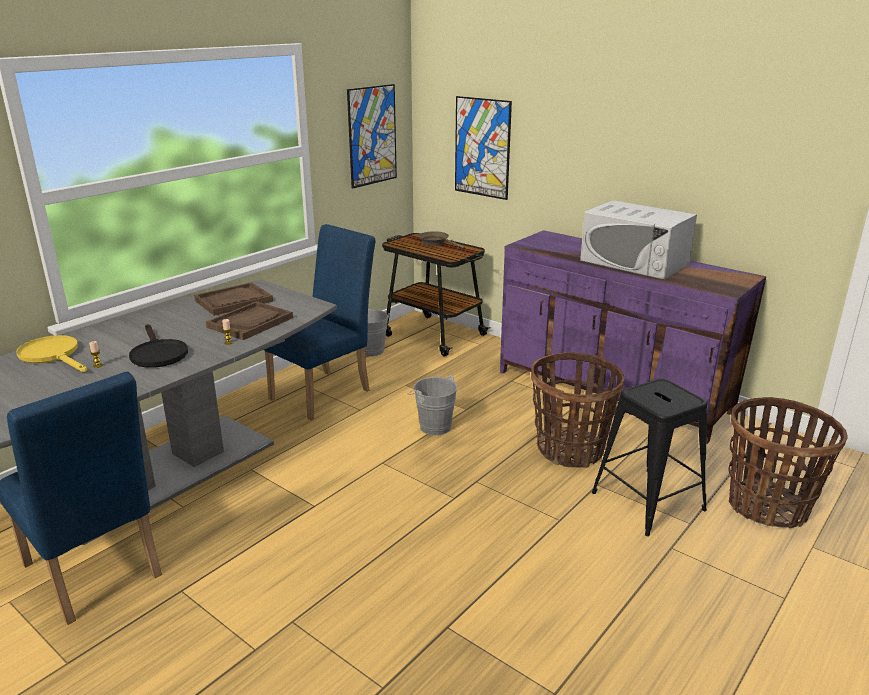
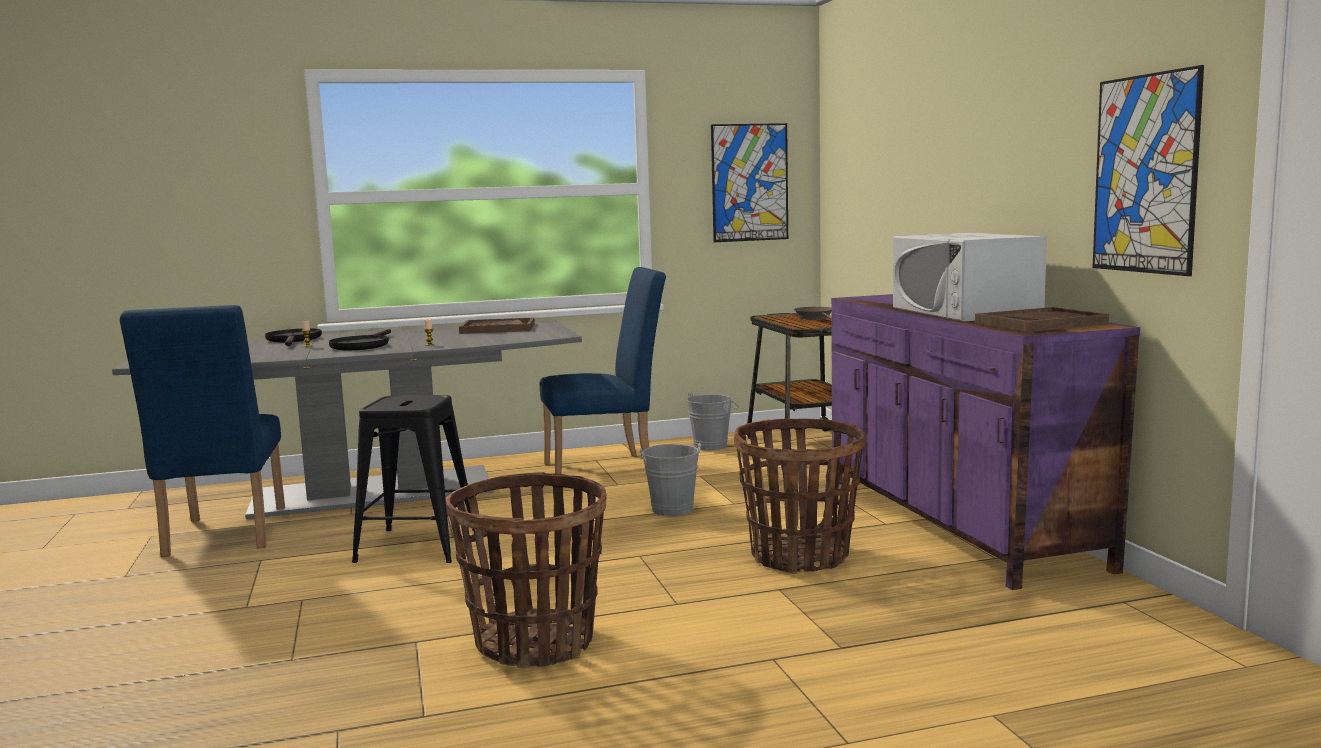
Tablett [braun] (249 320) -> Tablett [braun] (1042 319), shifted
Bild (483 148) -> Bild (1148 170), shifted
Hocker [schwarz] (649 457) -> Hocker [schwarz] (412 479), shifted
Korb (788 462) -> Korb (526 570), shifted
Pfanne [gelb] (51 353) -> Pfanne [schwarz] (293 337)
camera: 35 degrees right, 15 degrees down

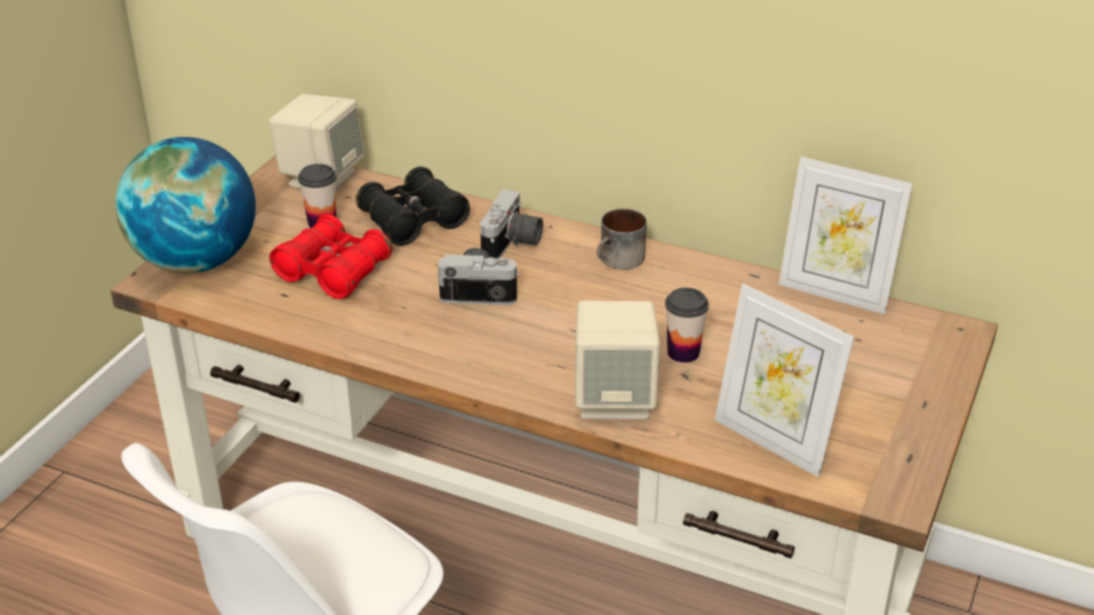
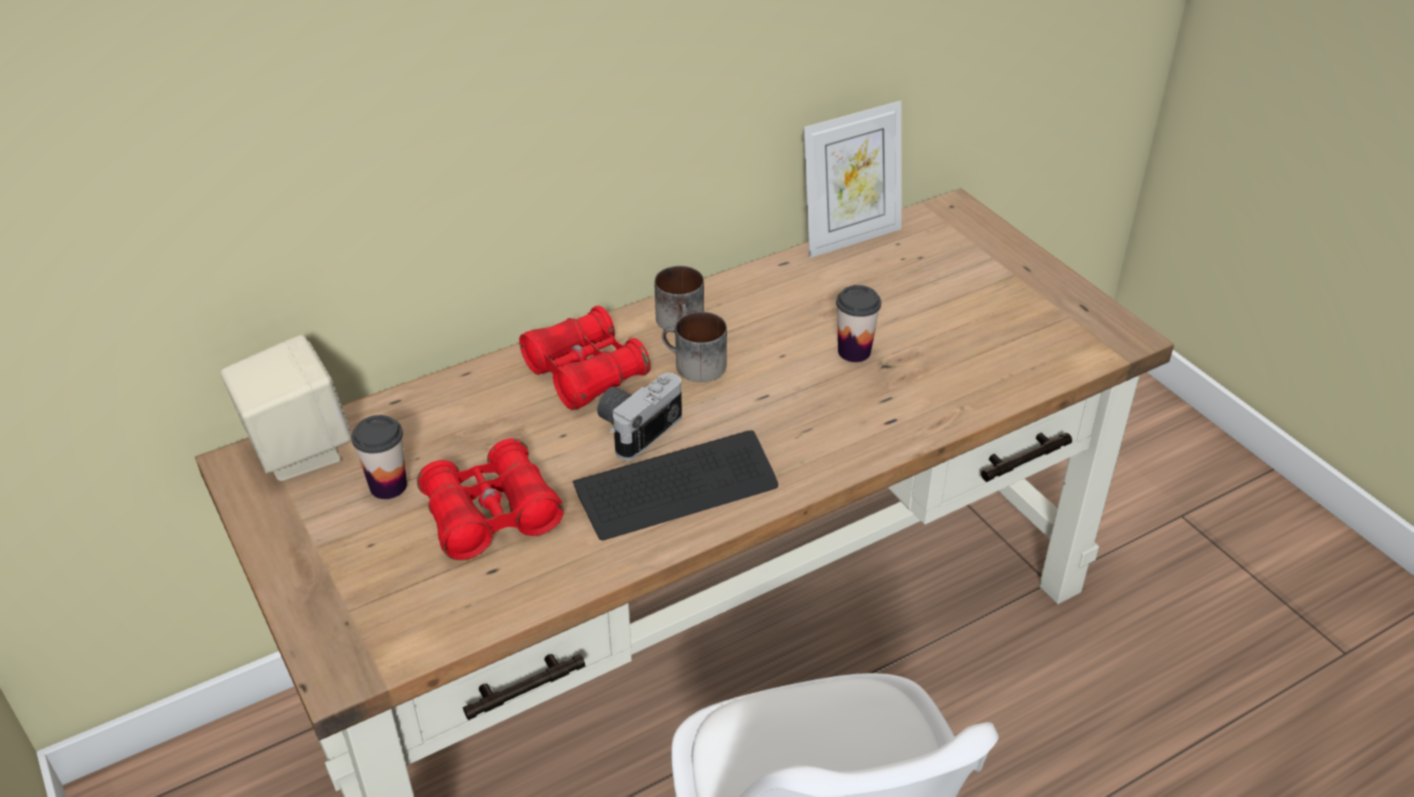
Globus (185 205) -> none
Fernglas [schwarz] (413 206) -> none
Lautsprecher [beige] (617 360) -> none
Bilderrahmen (784 380) -> none
none -> Tastatur (675 485)
none -> Henkelbecher (694 346)
Kamera (511 224) -> Fernglas [rot] (585 358)
camera: 55 degrees left, 5 degrees up

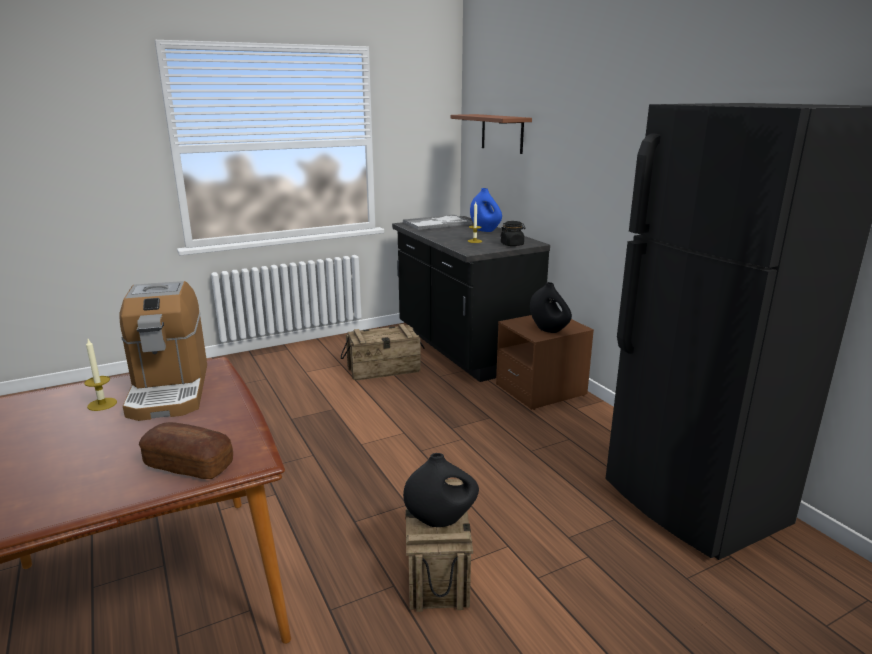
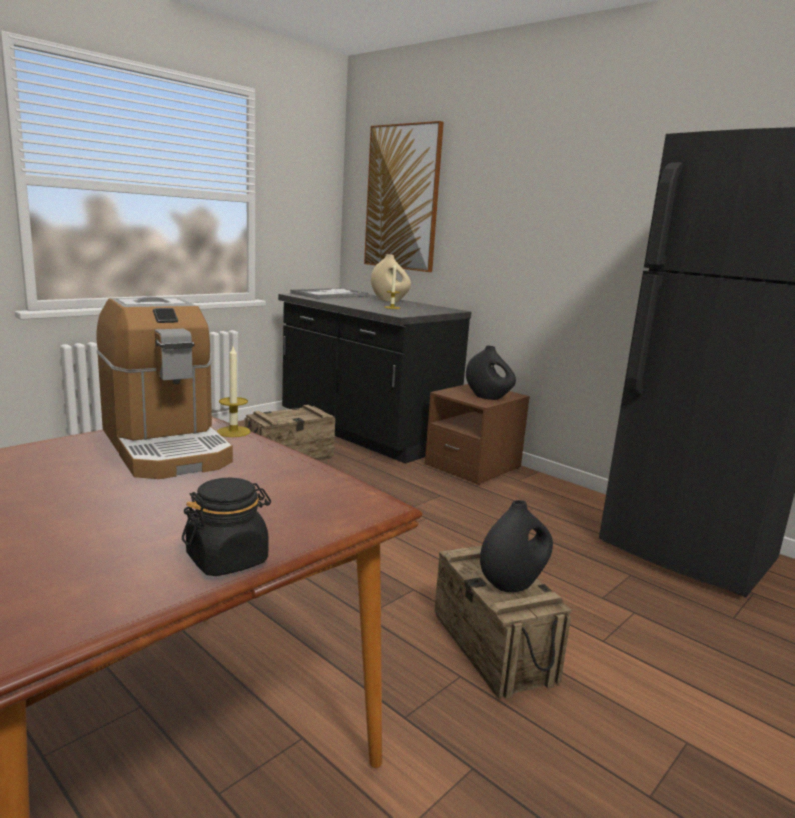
Brot (186 450) -> none
Kerze (100 375) -> Kerze (234 391), shifted
Vorratsglas [schwarz] (513 233) -> Vorratsglas [schwarz] (226 527), shifted
Wandregal [braun] (491 134) -> Bild (404 196)
Vase [blau] (486 210) -> Vase [beige] (391 278)
camera: 20 degrees left, 5 degrees down

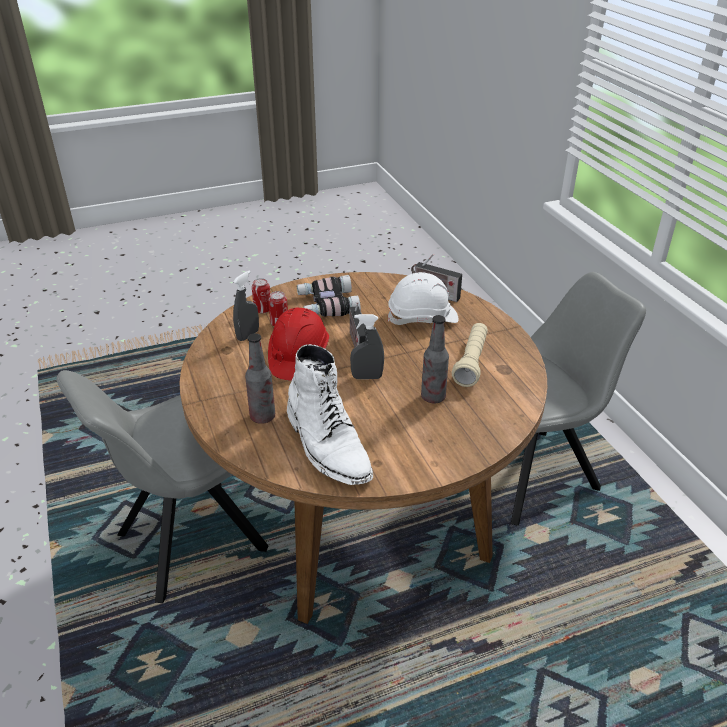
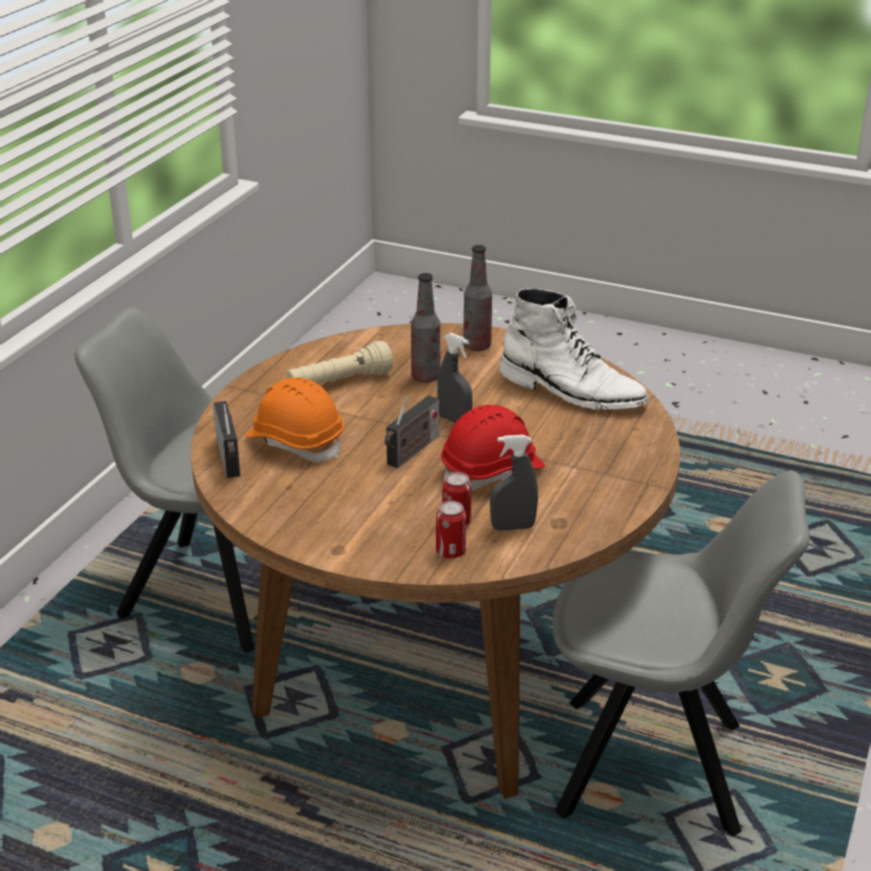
Fernglas (329 295) -> none
Flasche (260 378) -> Flasche (477 298), shifted
Schutzhelm [weiß] (423 298) -> Schutzhelm [orange] (294 420)
Stiefel [weiß] (330 414) -> Stiefel [weiß] (574 349), 105 degrees clockwise
camera: 135 degrees left, 5 degrees down

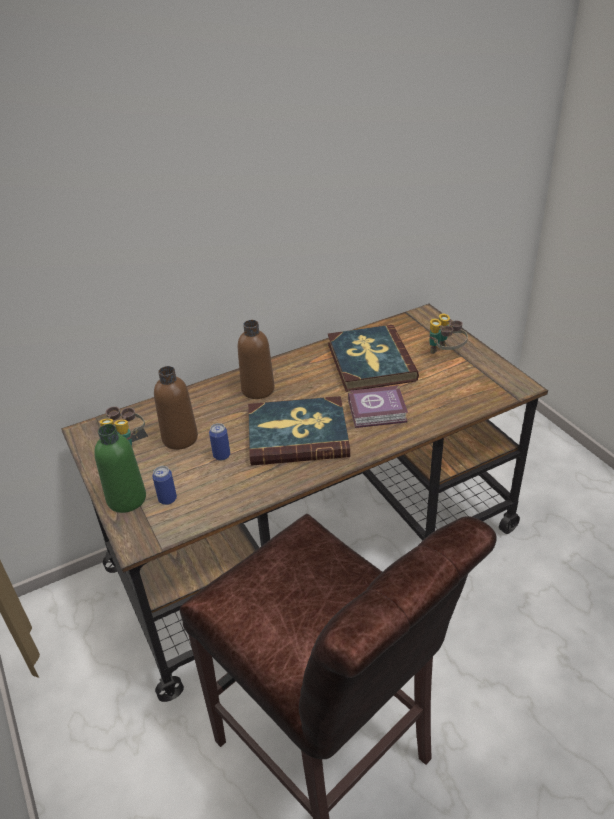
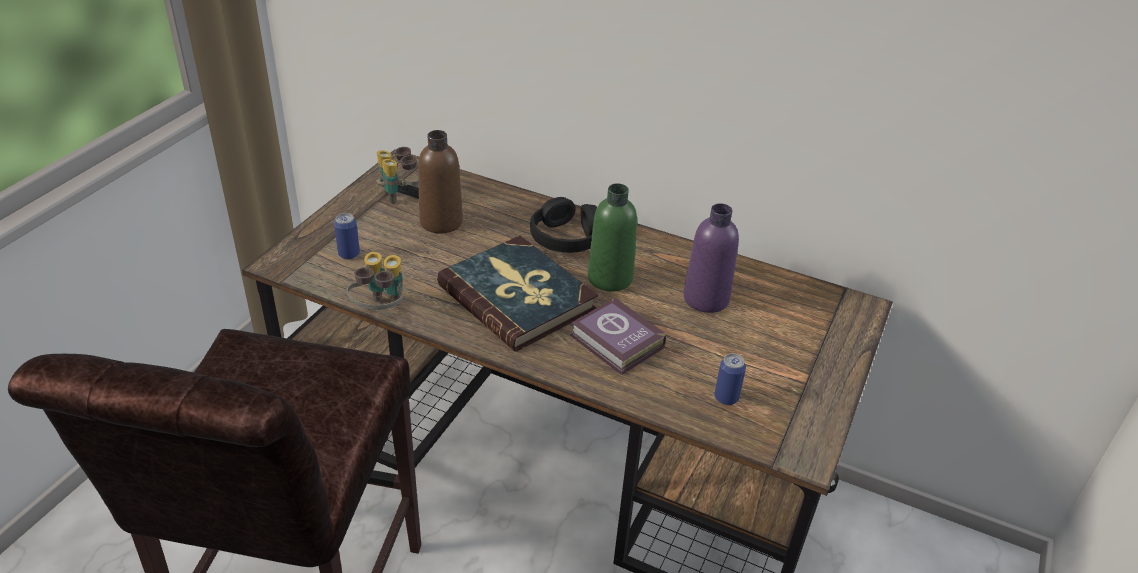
Flasche [grün] (120 468) -> Flasche [grün] (612 237), shifted
Dose (219 442) -> Dose (730 379), shifted
Fernglas (448 334) -> Fernglas (375 281), shifted
Flasche [braun] (256 359) -> Kopfhörer [schwarz] (563 225)
Buch (373 358) -> Flasche [lila] (711 258)
camera: 50 degrees right, 0 degrees up

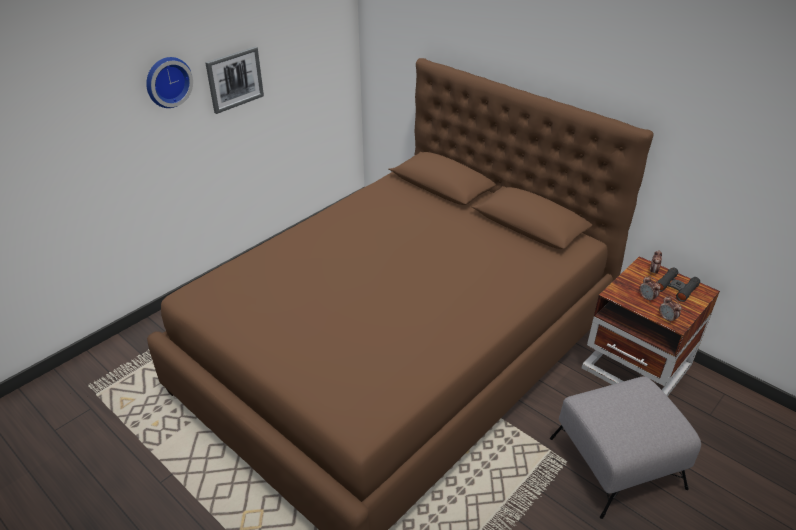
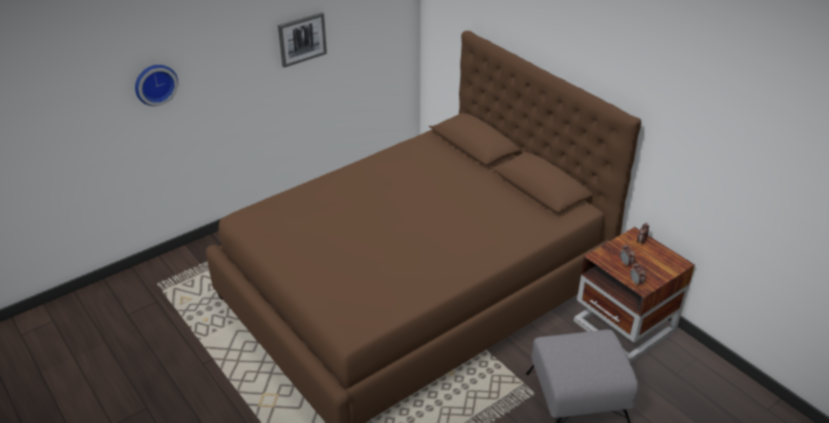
Fernglas [schwarz] (678 285) -> none
Wanduhr (169 82) -> Wanduhr (156 85), shifted
camera: 10 degrees right, 0 degrees up

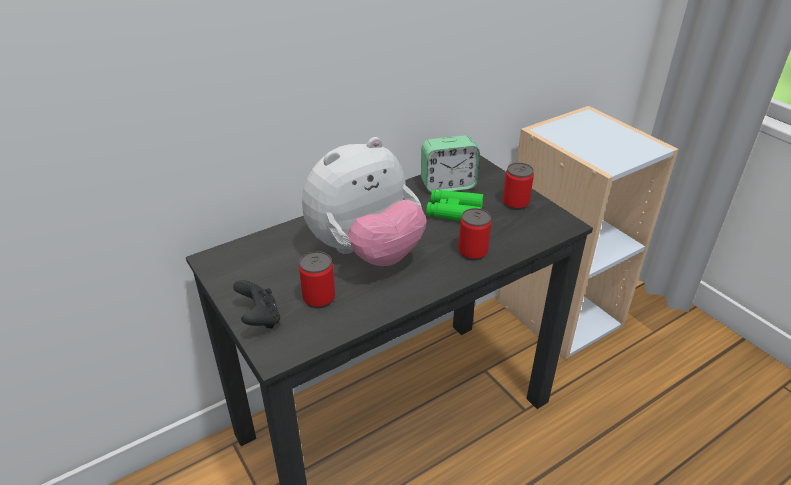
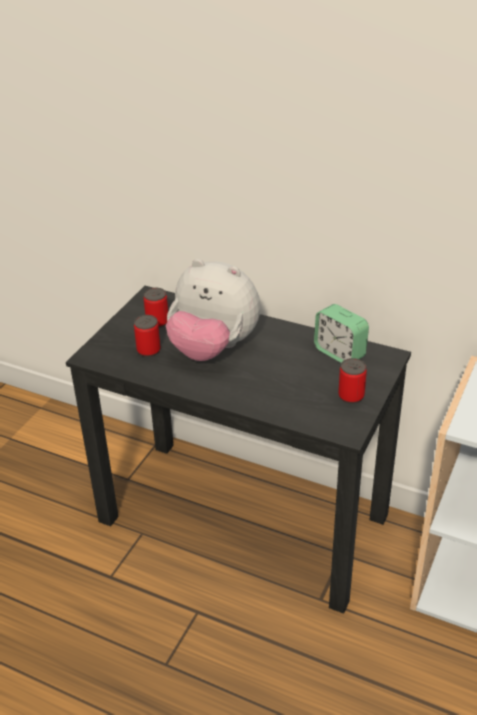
Gamepad [schwarz] (256 304) -> none
Fernglas [grün] (455 205) -> none
Dose (474 234) -> Dose (155 308), shifted
camera: 60 degrees right, 0 degrees up

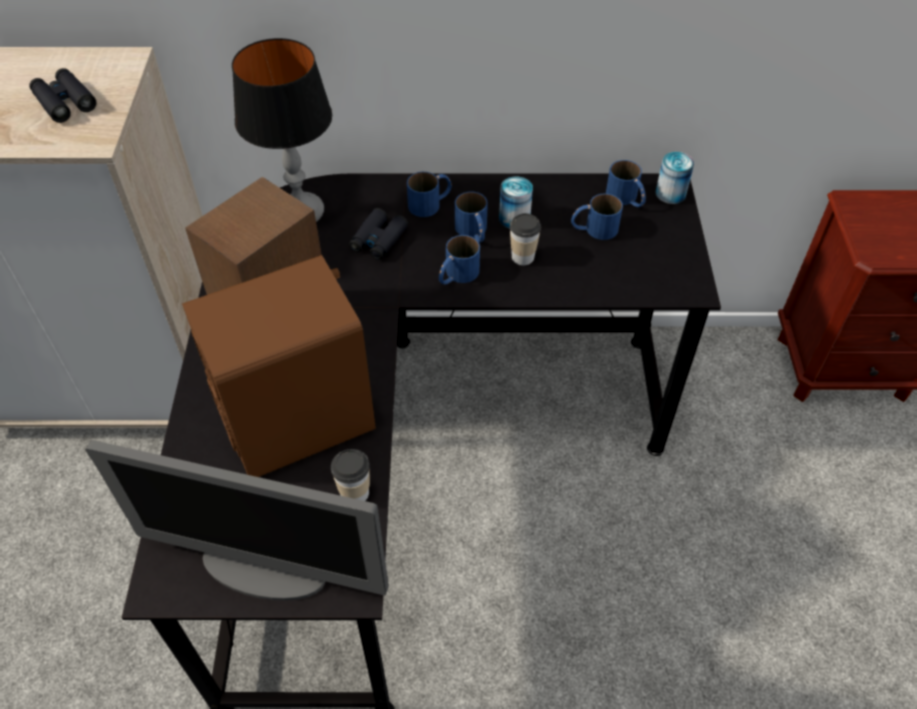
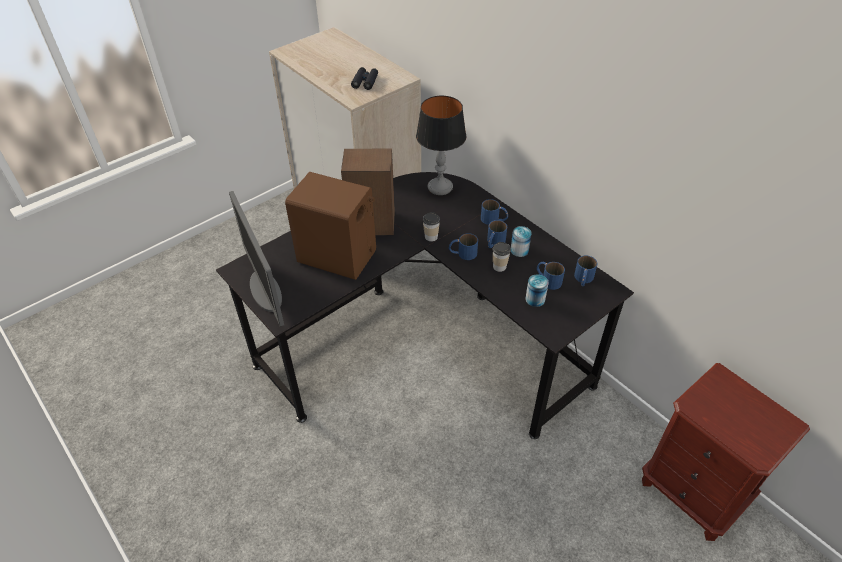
Fernglas [schwarz] (378 234) -> none
Tasse (350 475) -> Tasse (431 227), shifted
Dose (675 178) -> Dose (536 290), shifted
camera: 50 degrees right, 5 degrees down

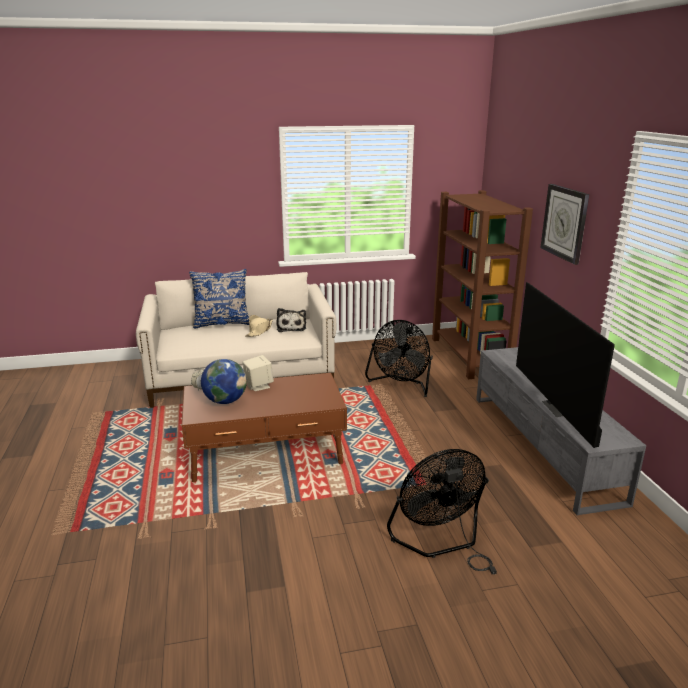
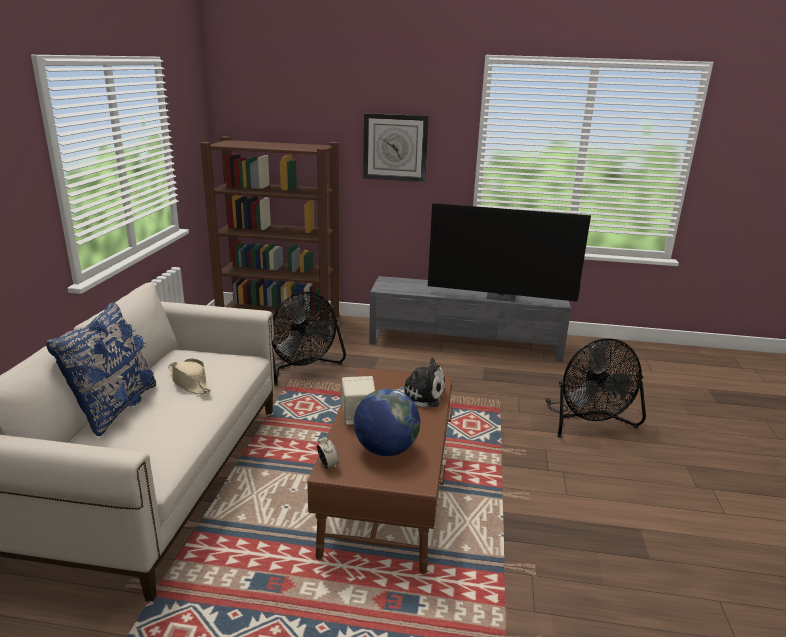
Plüschtier (291 320) -> Plüschtier (420 382), shifted
Ventilator [schwarz] (442 512) -> Ventilator [schwarz] (595 388), 105 degrees counterclockwise
camera: 70 degrees left, 0 degrees up

